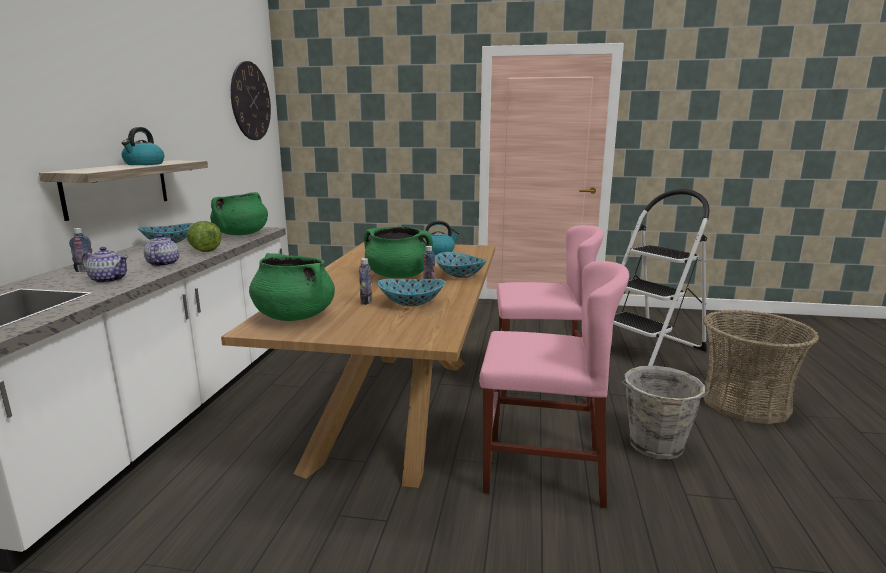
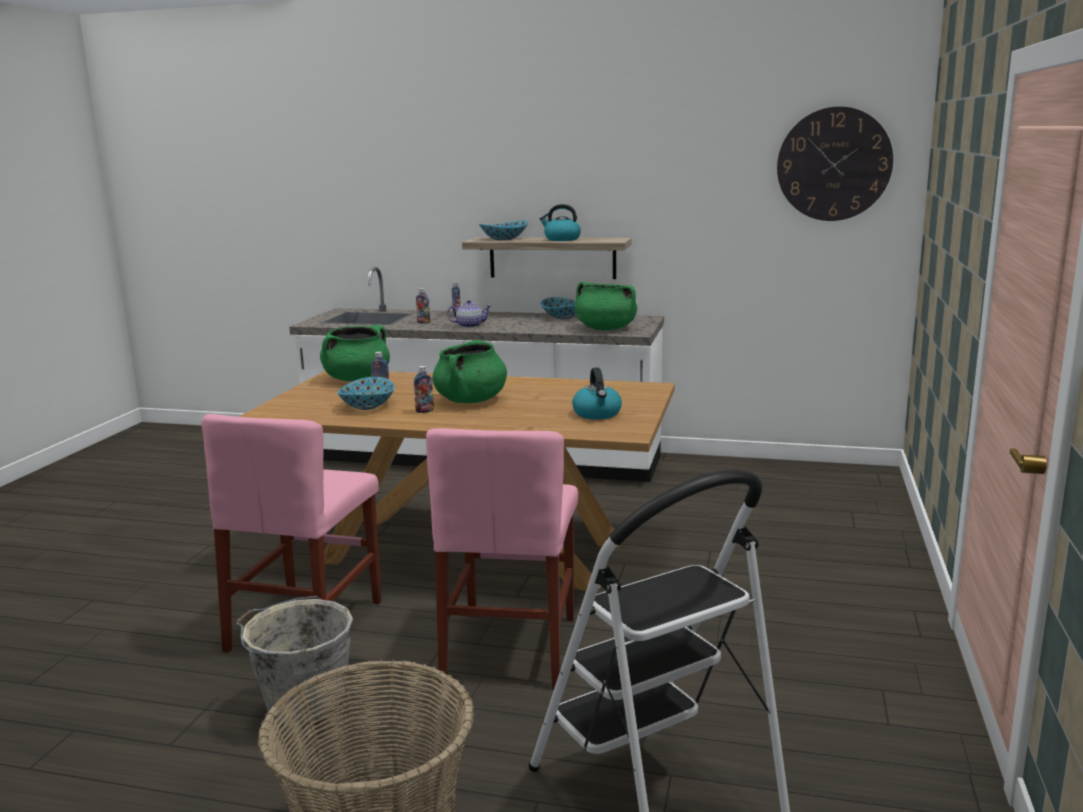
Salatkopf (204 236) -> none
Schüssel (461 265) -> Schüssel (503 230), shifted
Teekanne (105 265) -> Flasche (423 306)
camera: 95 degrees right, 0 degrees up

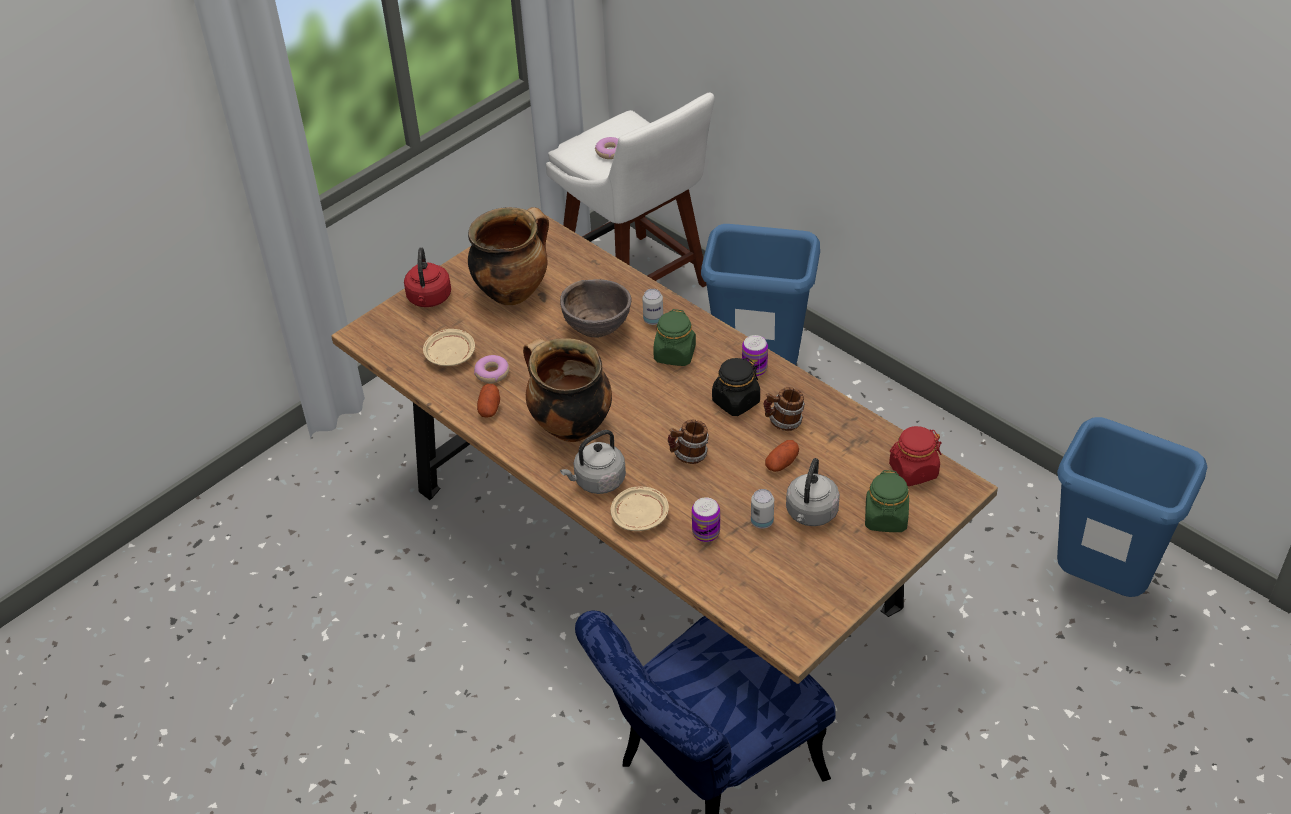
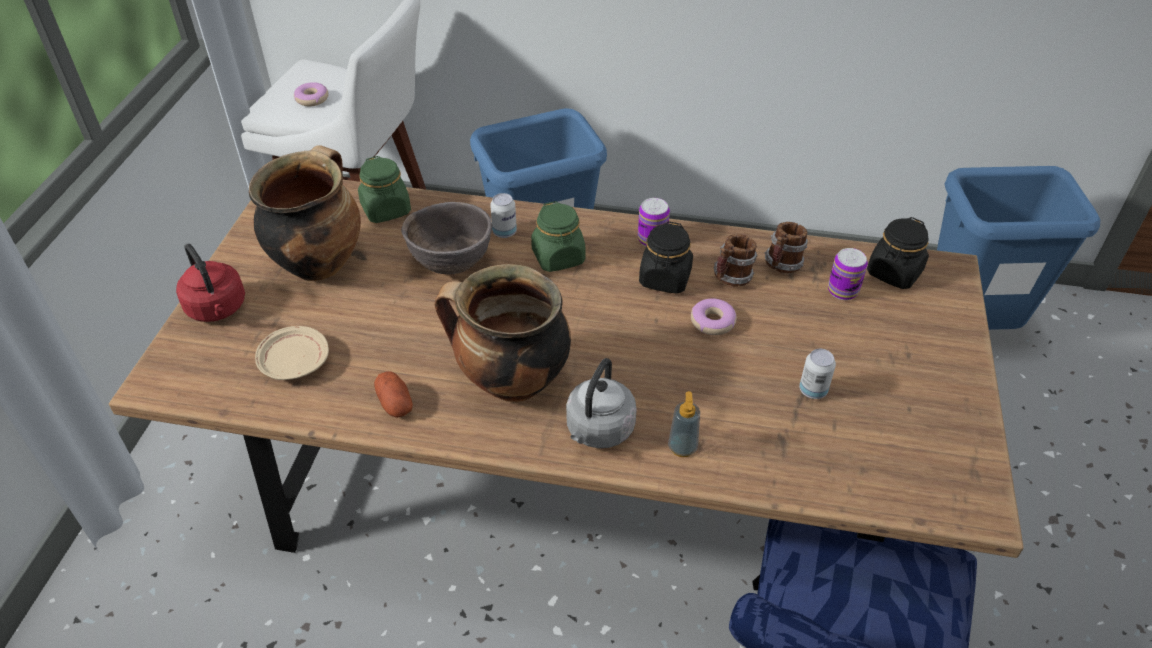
Kartoffel (782 456) -> none
Wasserkessel [grau] (813 492) -> none
Donut (491 369) -> Donut (714 317), shifted
Henkelbecher (688 442) -> Henkelbecher (786 247), shifted
Dose (706 519) -> Dose (848 274), shifted
Vorratsglas [grün] (887 501) -> Vorratsglas [grün] (384 189), shifted
Teller [beige] (639 509) -> Seifenspender (684 424)
Vorratsglas [rot] (915 456) -> Vorratsglas [schwarz] (898 253)
camera: 35 degrees left, 0 degrees up

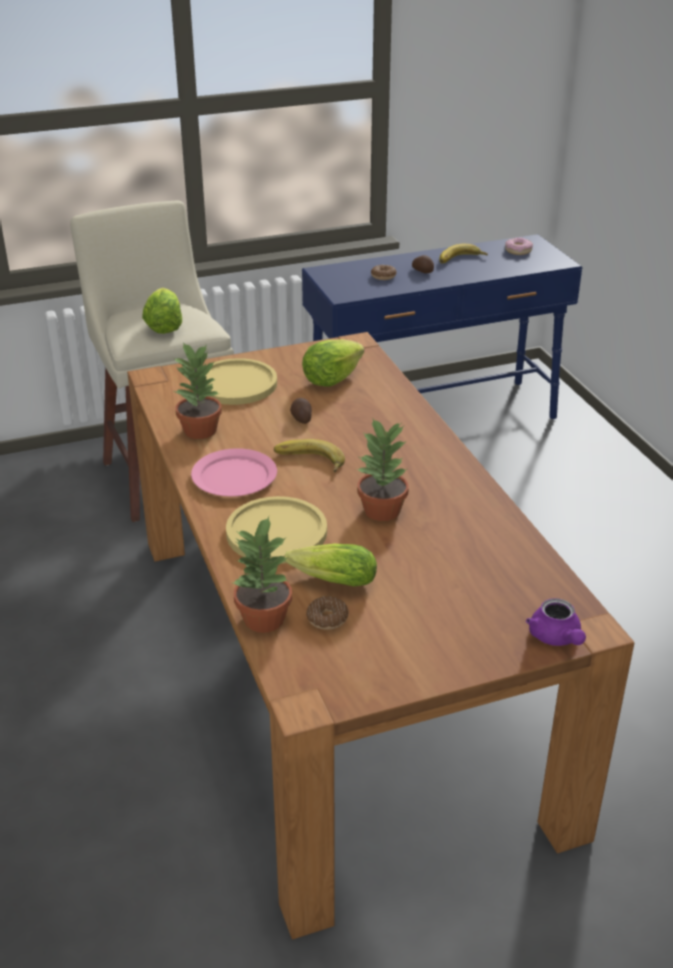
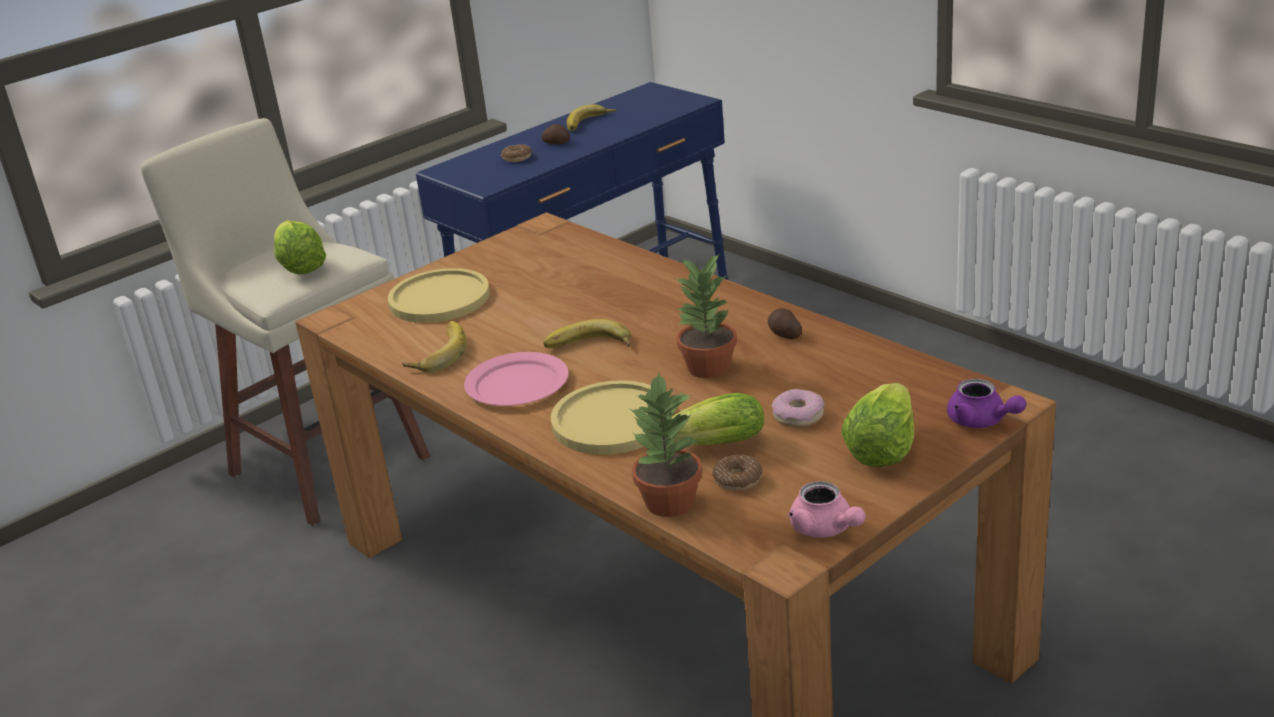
none -> Teekanne [rosa] (827 509)
Kartoffel (301 411) -> Kartoffel (785 323), shifted
Salatkopf (333 363) -> Salatkopf (877 425), shifted
Donut (519 246) -> Donut (798 408), shifted
Topfpflanze (197 390) -> Banane (434 347)
camera: 20 degrees left, 5 degrees down

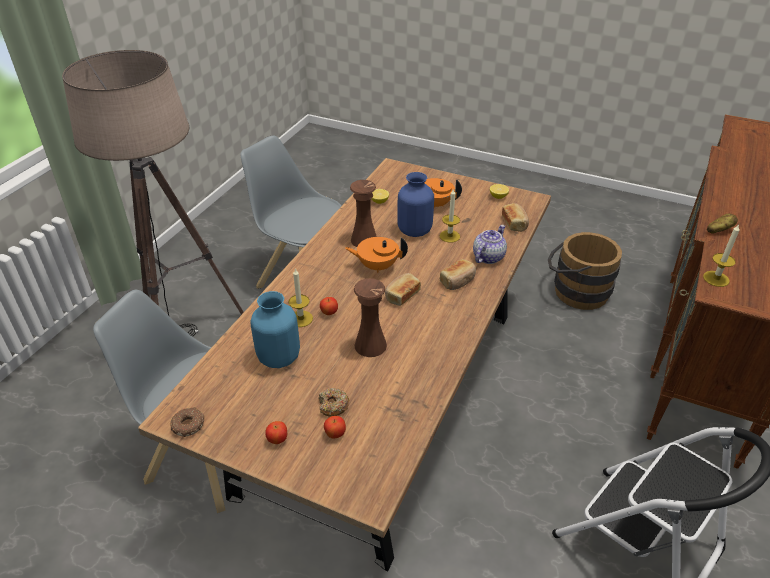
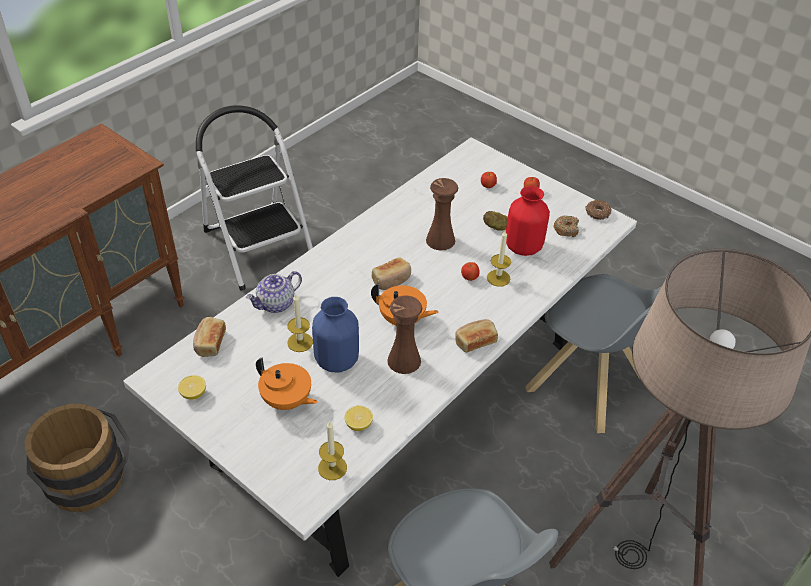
Donut (334 402) -> Donut (566 226), shifted
Brot (458 274) -> Brot (476 336), shifted
Kerze (721 255) -> Kerze (332 450), shifted
Kartoffel (722 223) -> Kartoffel (495 221), shifted
Esstisch [braun] (344 364) -> Esstisch [weiß] (380 357)
Vase [blau] (275 329) -> Vase [rot] (528 221)
camera: 165 degrees left, 5 degrees up

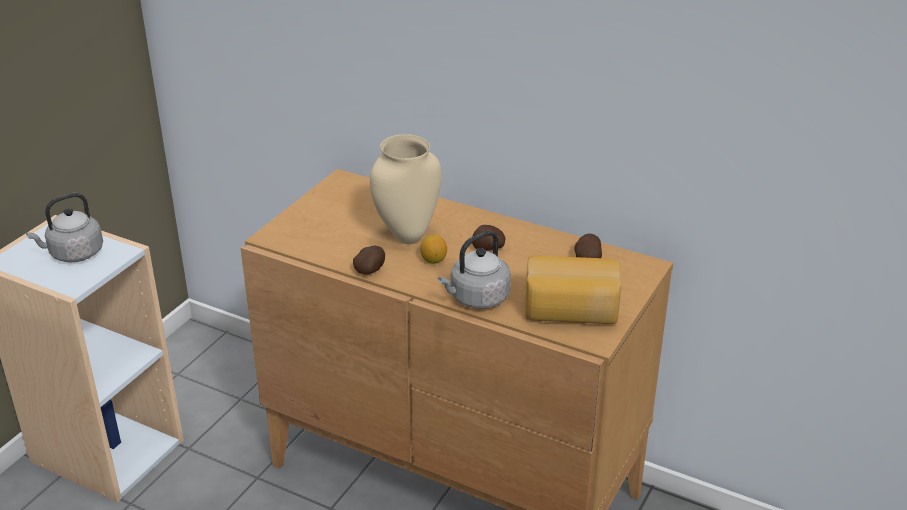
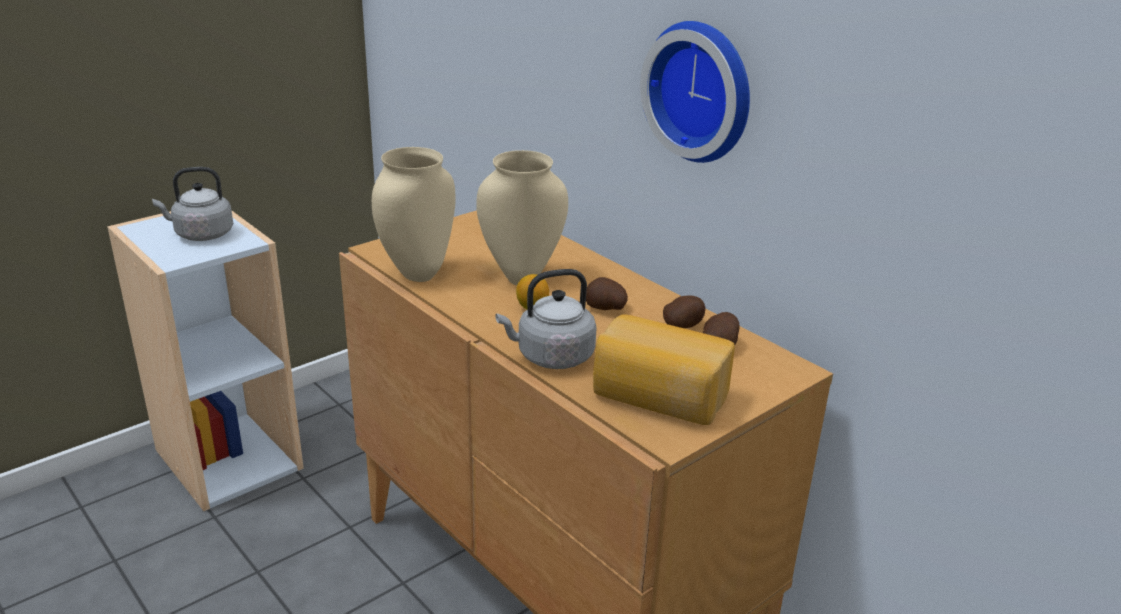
none -> Vase [beige] (414 214)
none -> Wanduhr (695 92)
Kartoffel (369 260) -> Kartoffel (684 312), shifted
camera: 20 degrees right, 5 degrees down

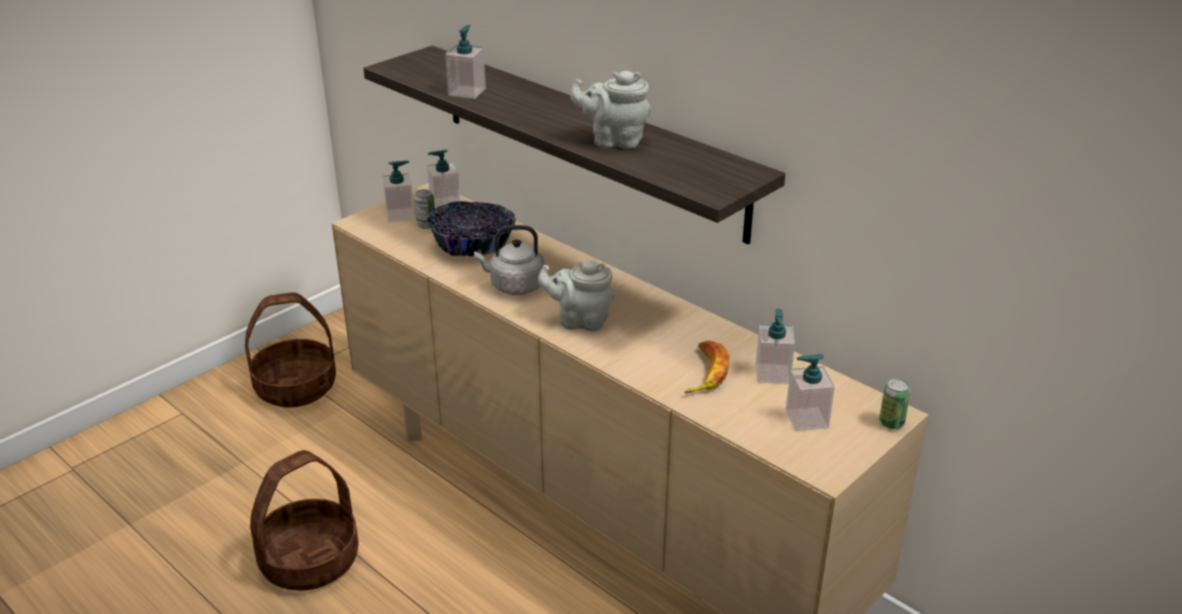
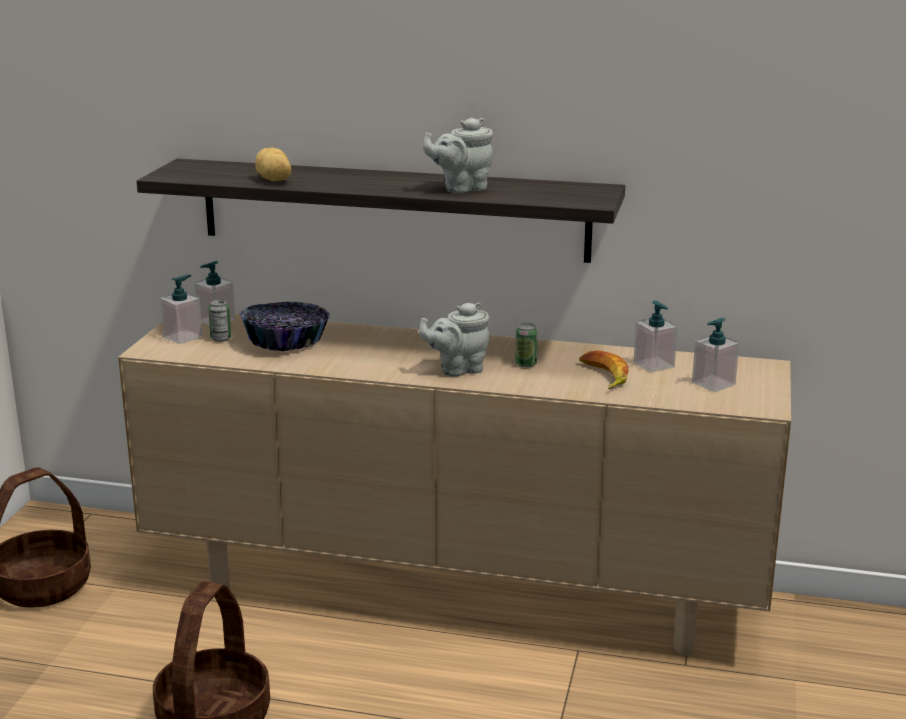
Wasserkessel [grau] (509 260) -> none
Dose (895 404) -> Dose (526 345), shifted
Seifenspender (465 62) -> Kartoffel (273 164)
camera: 30 degrees left, 10 degrees down

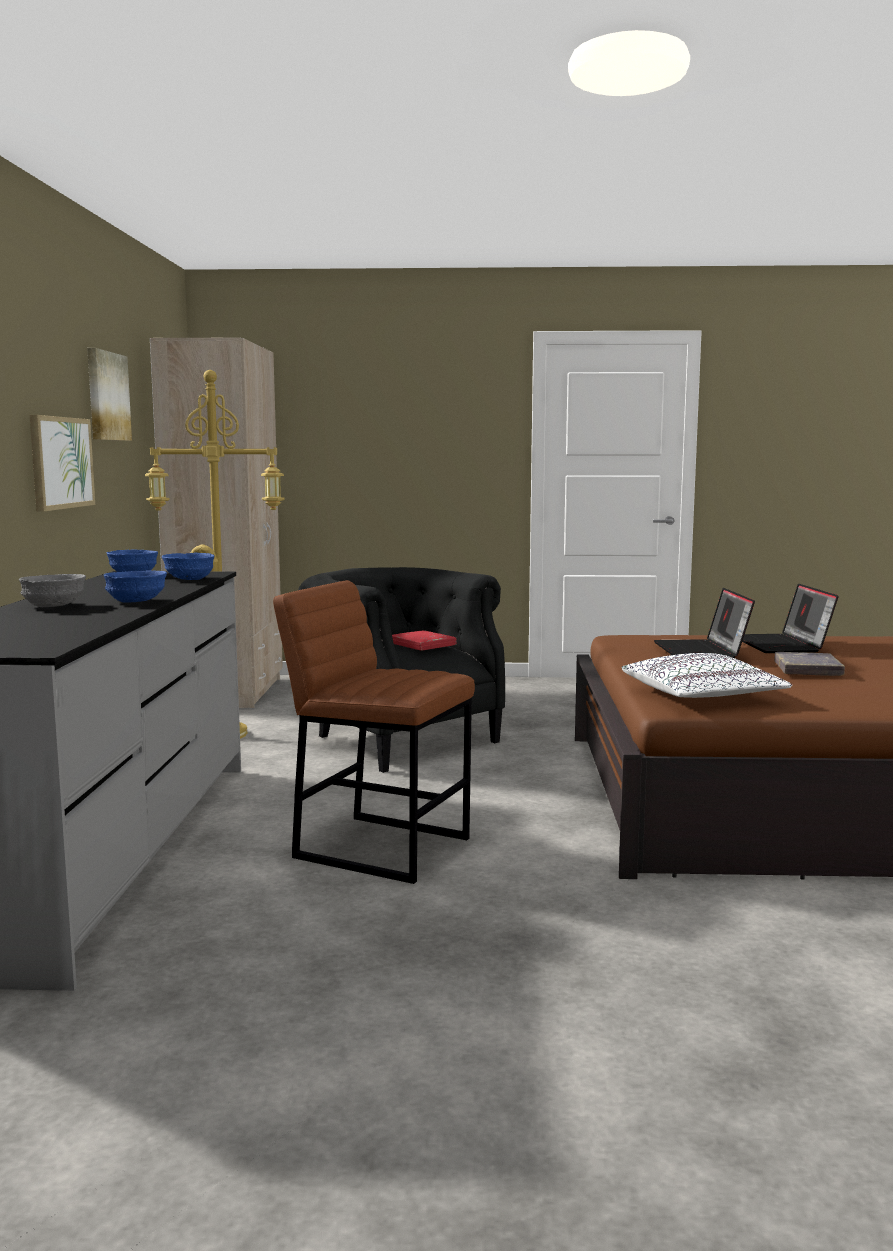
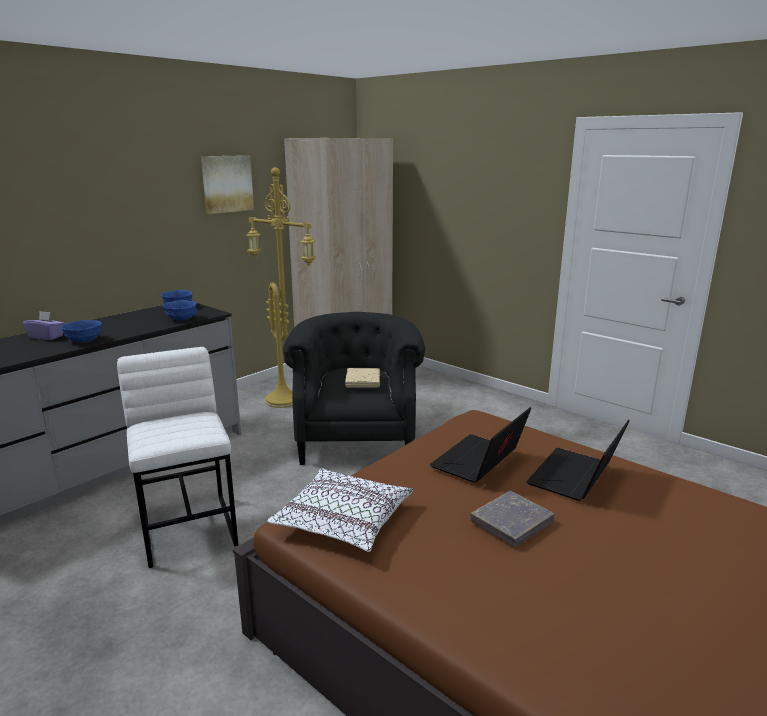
Bild (62 463) -> none
Schüssel [grau] (52 590) -> Taschentuchbox [lila] (44 325)
Stuhl [braun] (374 732) -> Stuhl [weiß] (177 457)
Buch [rot] (424 640) -> Buch [beige] (362 377)
camera: 40 degrees right, 10 degrees up

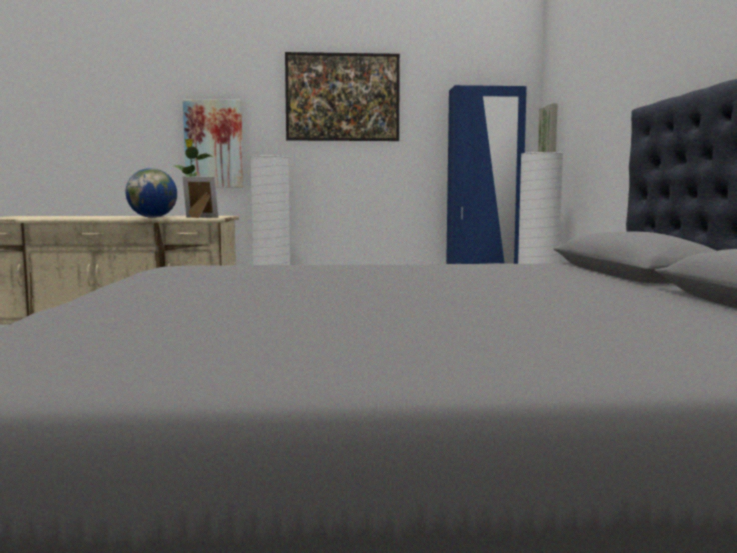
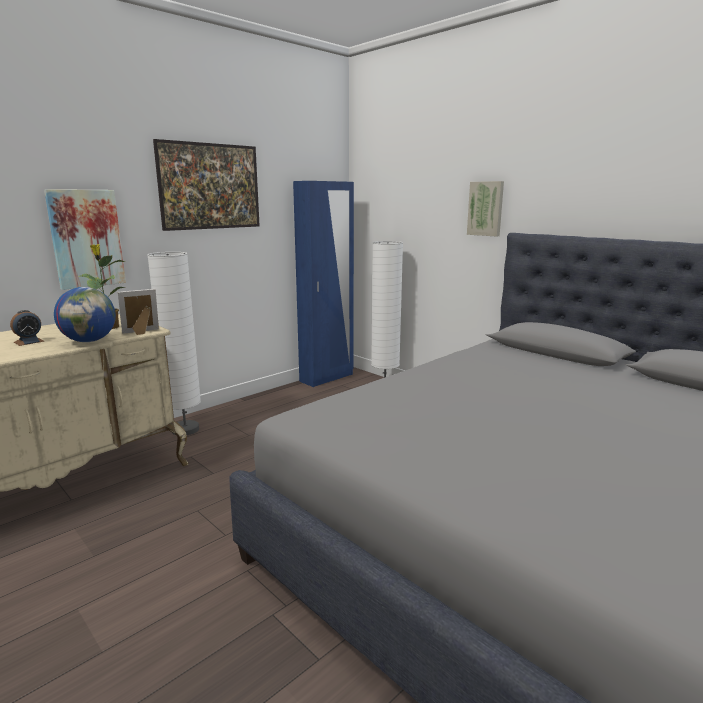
none -> Wecker (27 328)
Bild (548 127) -> Bild (485 209), shifted
camera: 40 degrees left, 10 degrees up

